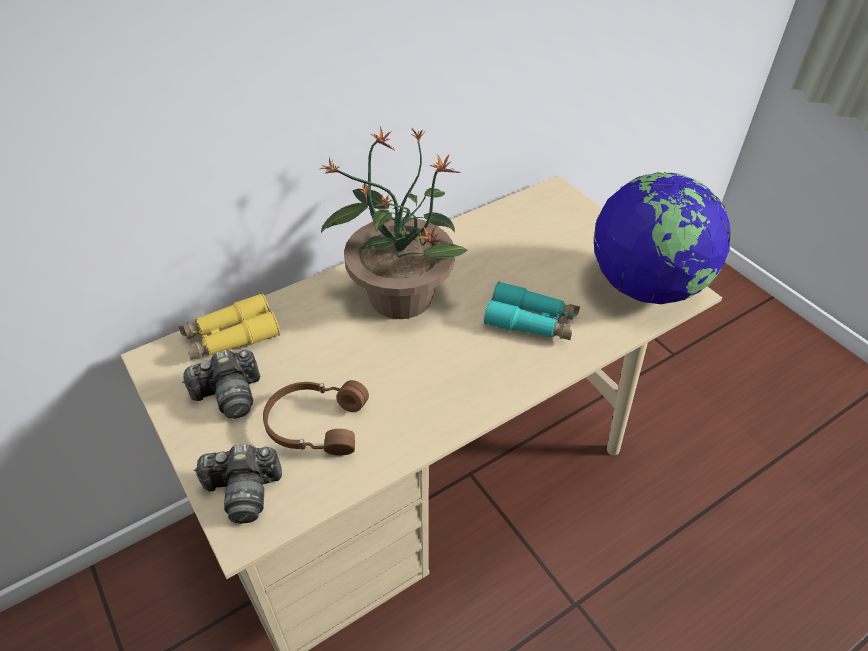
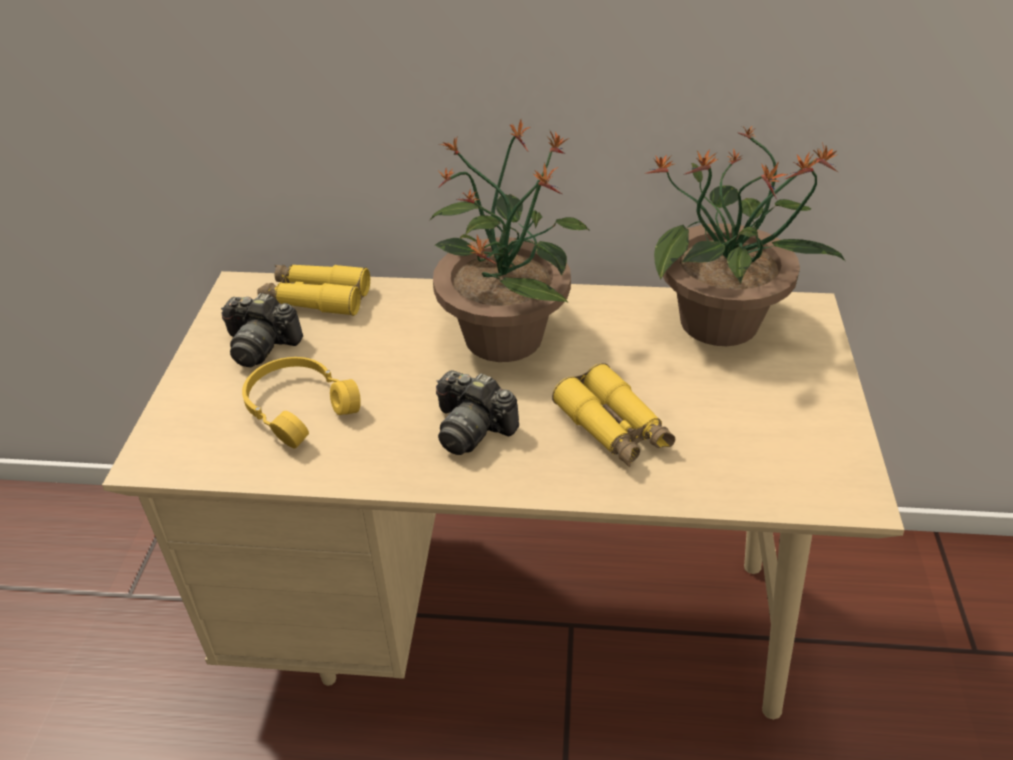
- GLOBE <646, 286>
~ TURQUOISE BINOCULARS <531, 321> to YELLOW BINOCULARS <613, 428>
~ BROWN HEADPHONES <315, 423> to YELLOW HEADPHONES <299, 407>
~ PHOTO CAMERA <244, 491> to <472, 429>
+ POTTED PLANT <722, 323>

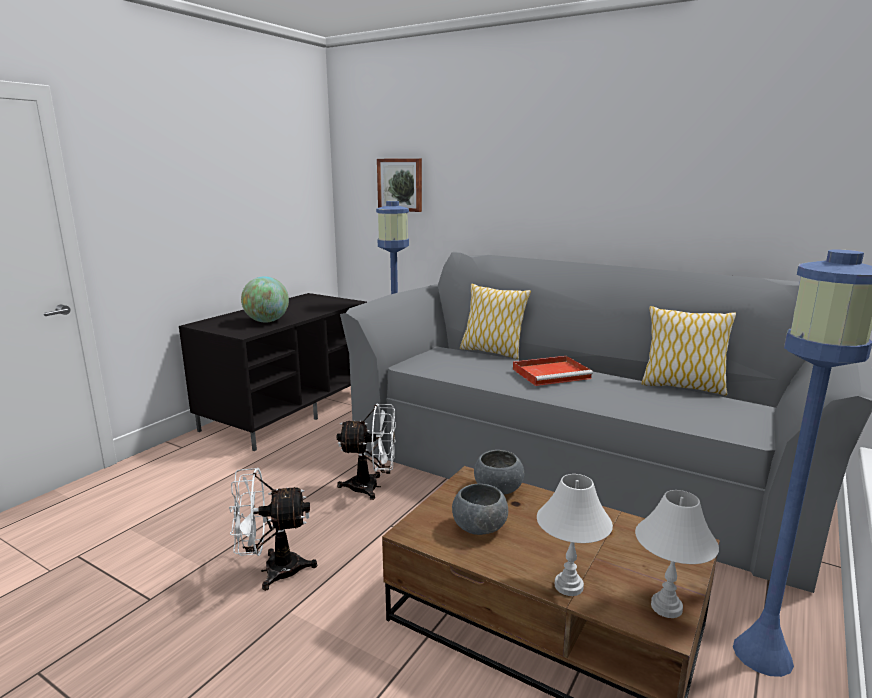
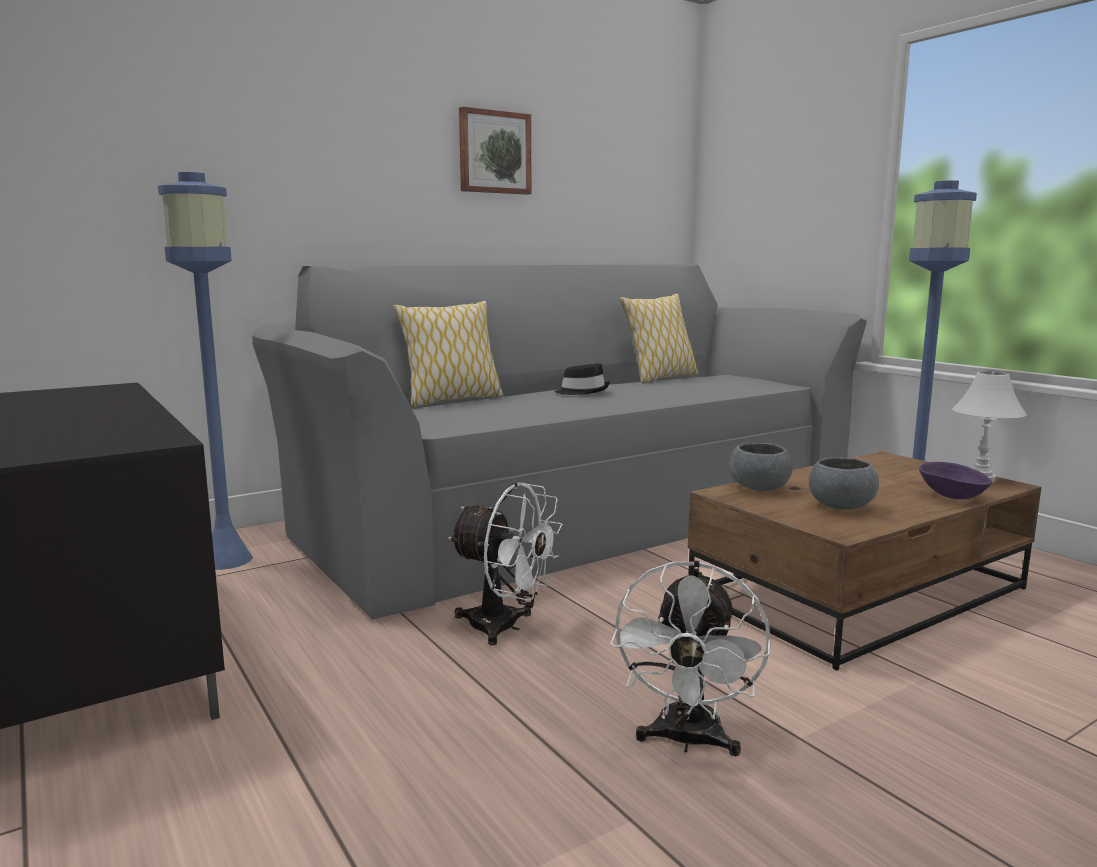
~ PICTURE <400, 184> to <494, 152>
- GLOBE <267, 321>
~ RED TRAY <552, 373> to BLACK HAT <583, 391>
~ WHITE FAN <372, 487> = <505, 627> 90 degrees clockwise
~ WHITE TABLE LAMP <568, 586> to PURPLE BOWL <952, 497>

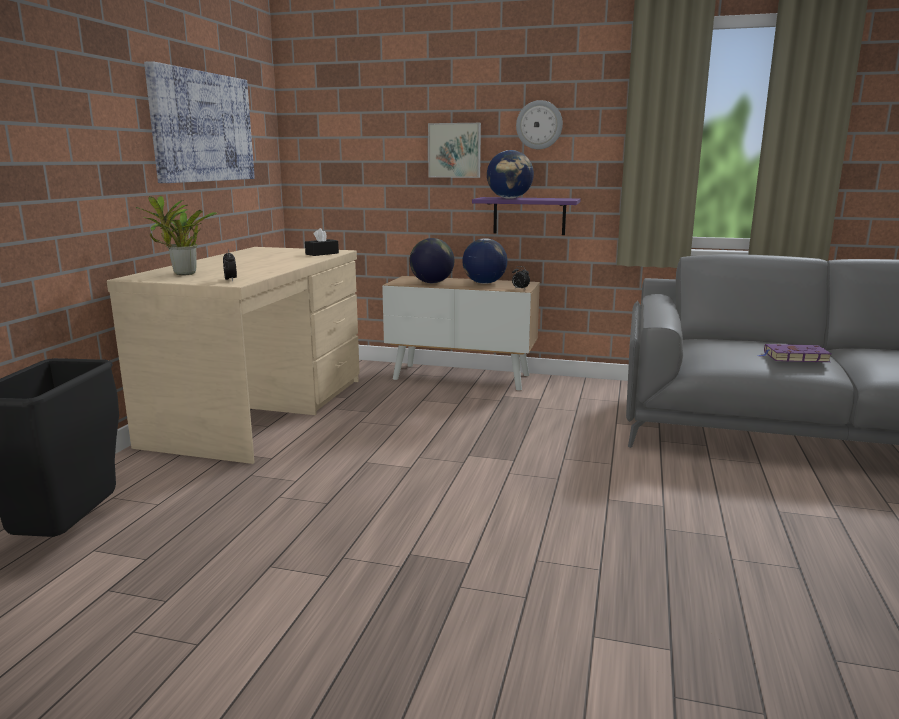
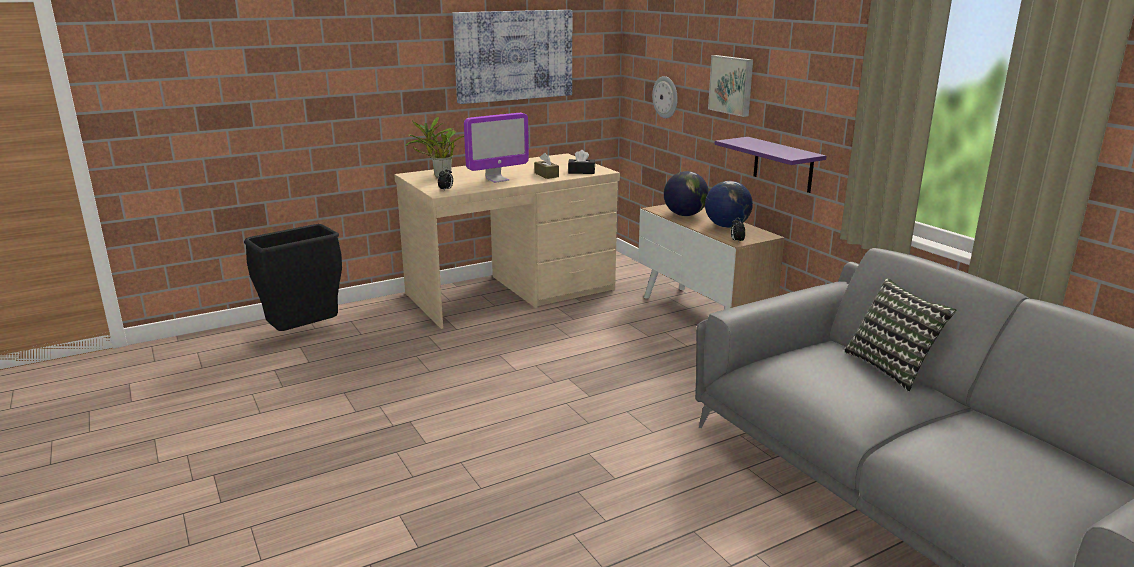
~ WALL CLOCK <539, 125> to <666, 97>
- GLOBE <509, 198>
- PURPLE BOOK <794, 357>
+ MONITOR <497, 179>
+ BROWN TISSUE BOX <546, 175>
+ PILLOW <891, 367>

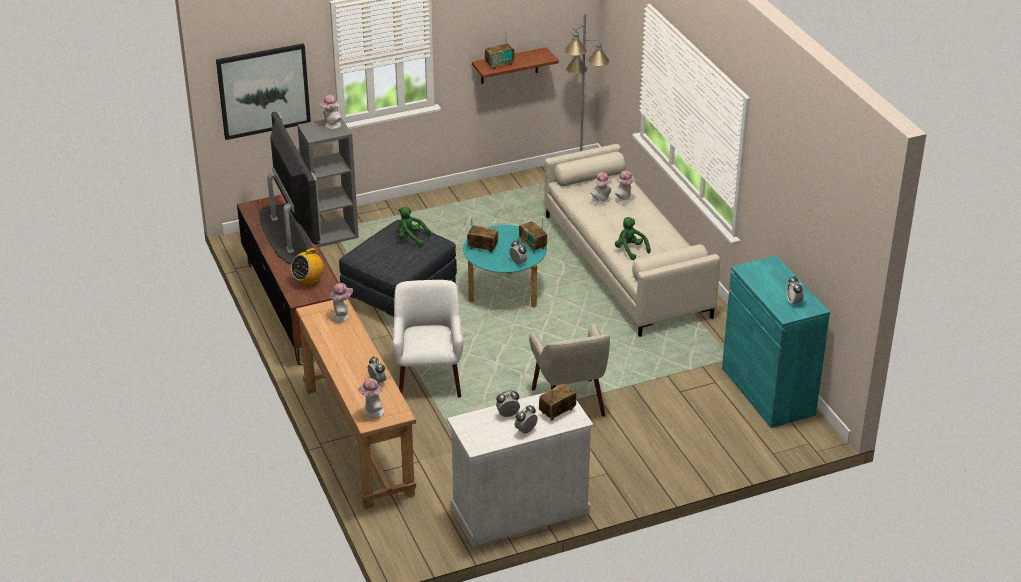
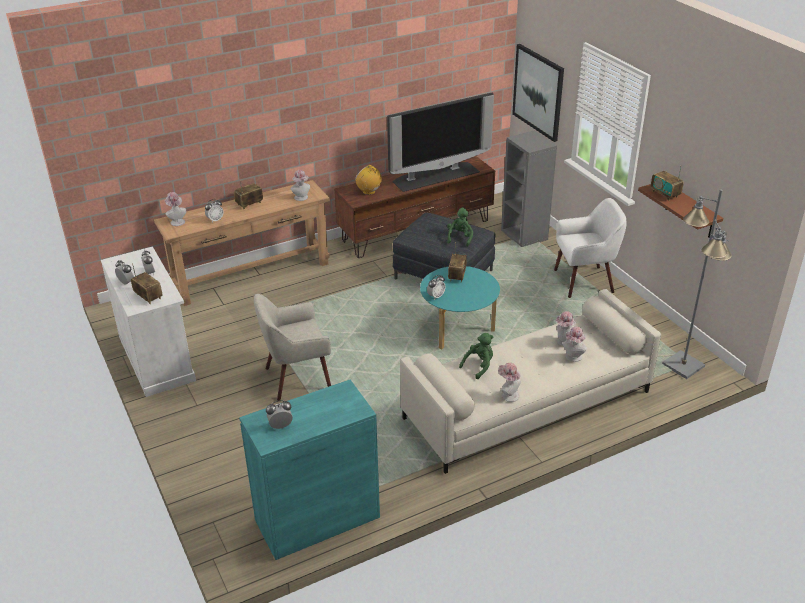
~ HAT <331, 126> to <508, 395>
~ RADIO <533, 245> to <249, 204>
~ WHITE ARMCHAIR <429, 380> to <584, 281>

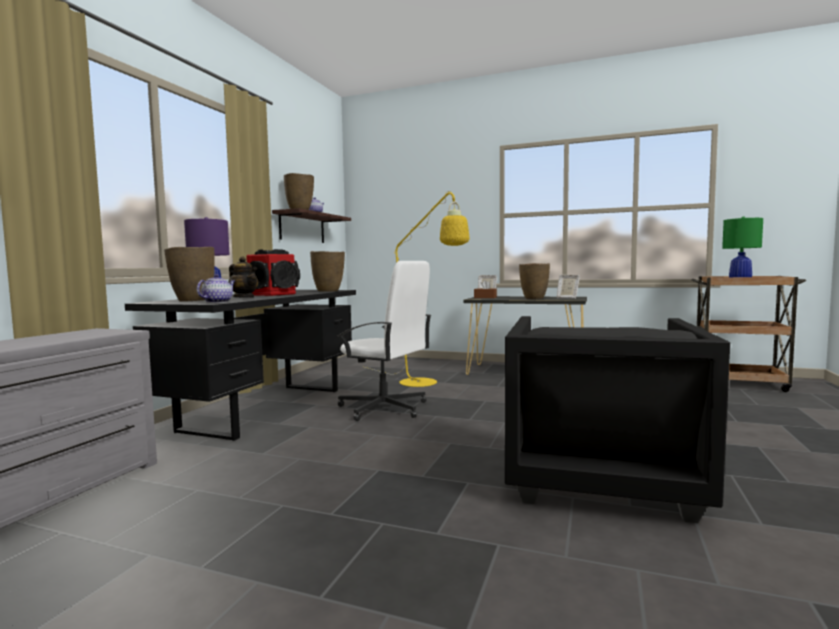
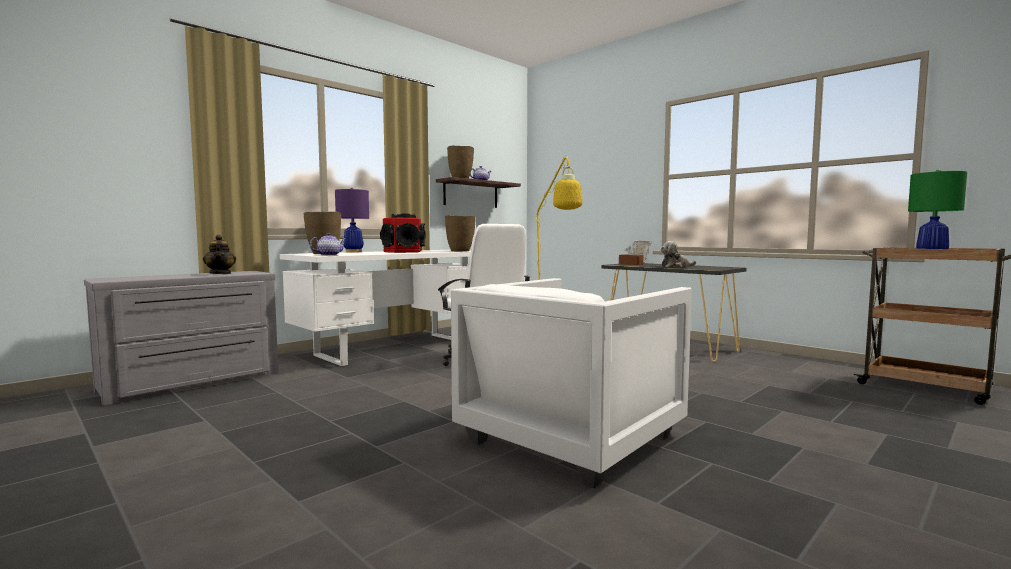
~ TEAPOT <244, 297> to <220, 273>
~ BROWN VASE <534, 298> to PLUSH TOY <676, 266>
- PICTURE FRAME <567, 298>
~ BLACK DESK <266, 408> to WHITE DESK <395, 348>
~ BLACK ARMCHAIR <598, 476> to WHITE ARMCHAIR <571, 438>

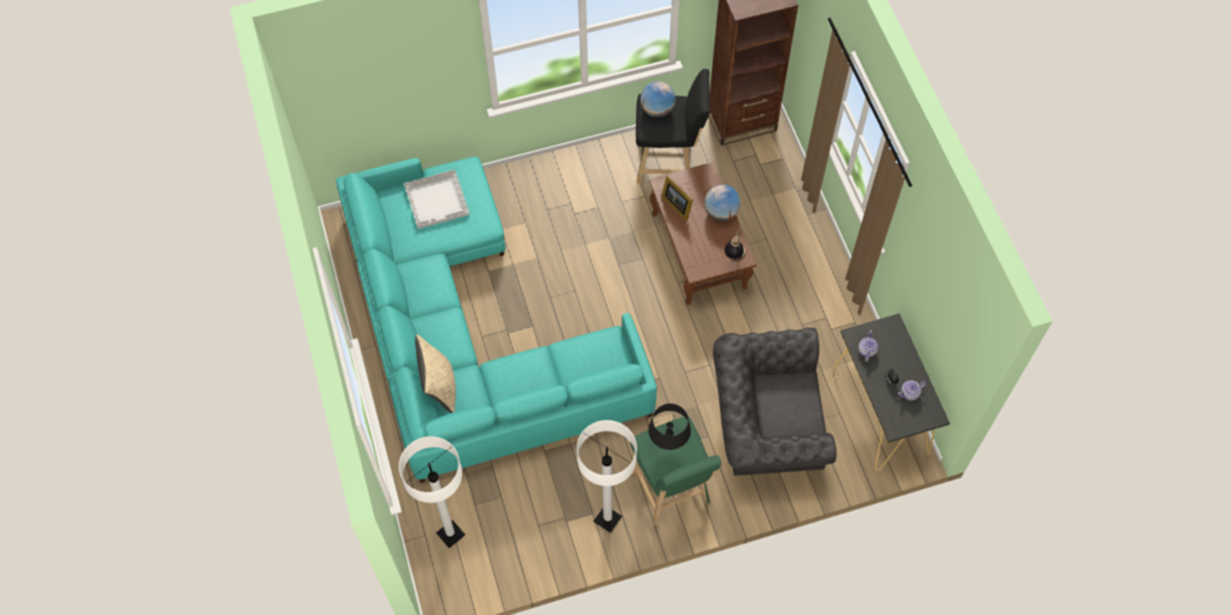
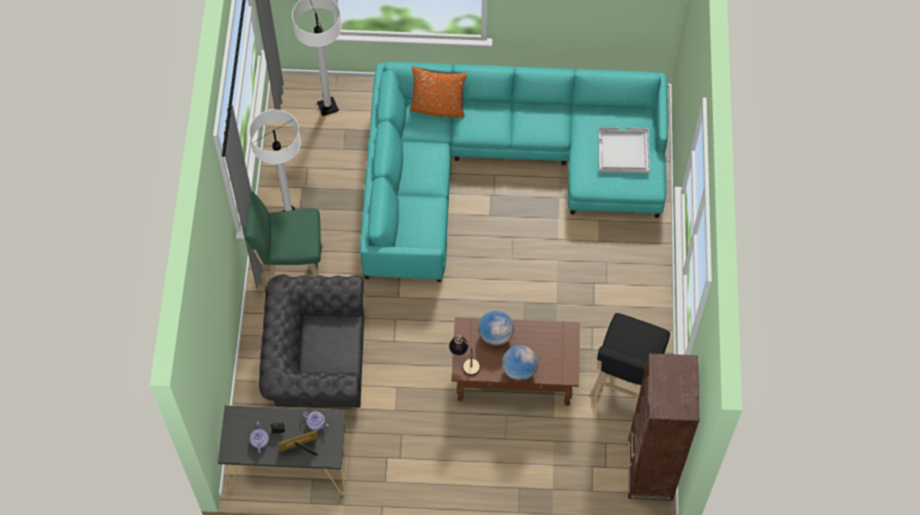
~ GLOBE <657, 109> to <495, 335>
~ PICTURE FRAME <677, 204> to <301, 448>
~ GREY ARMCHAIR <765, 426> = <316, 364> 105 degrees counterclockwise
~ BEIGE PILLOW <440, 387> to ORANGE PILLOW <438, 107>
- BLACK TABLE LAMP <668, 441>

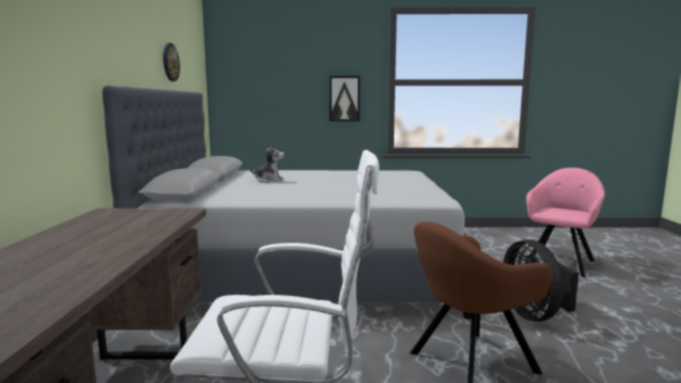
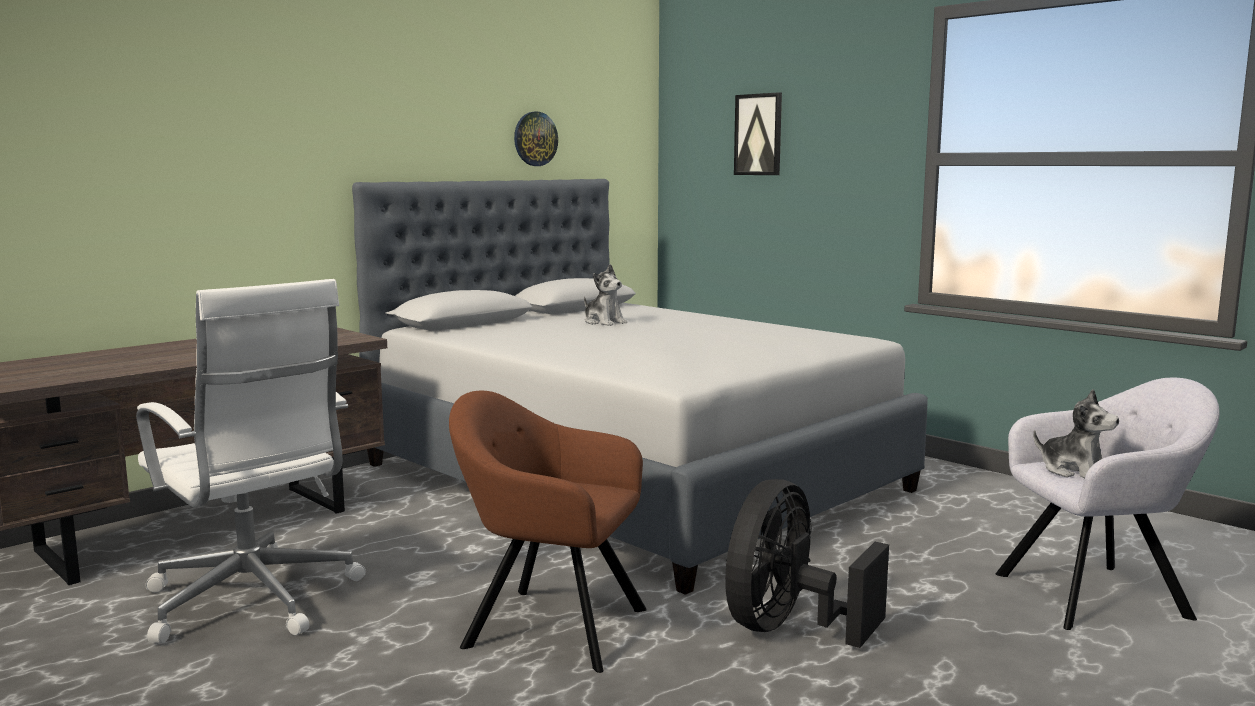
~ PICTURE <344, 98> to <758, 134>
~ PINK ARMCHAIR <560, 262> to GREY ARMCHAIR <1098, 595>
+ PLUSH TOY <1074, 471>

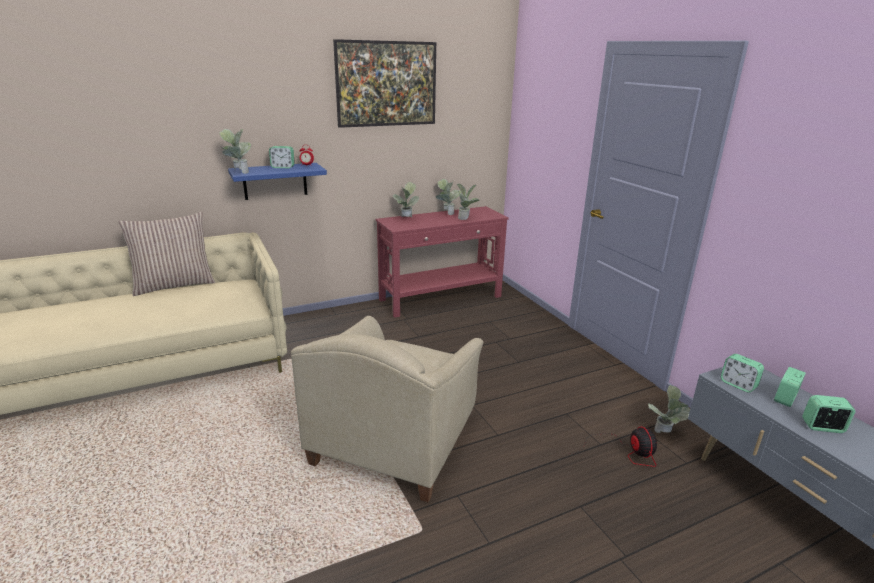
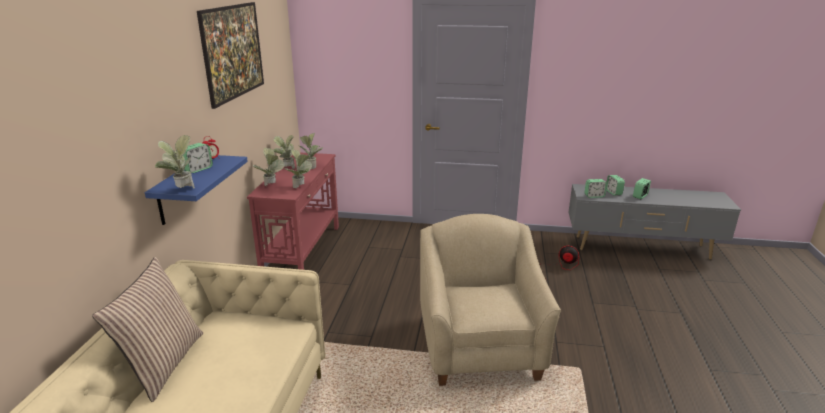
~ BEIGE ARMCHAIR <395, 441> = <480, 347> 150 degrees counterclockwise
~ POTTED PLANT <664, 434> to <301, 187>

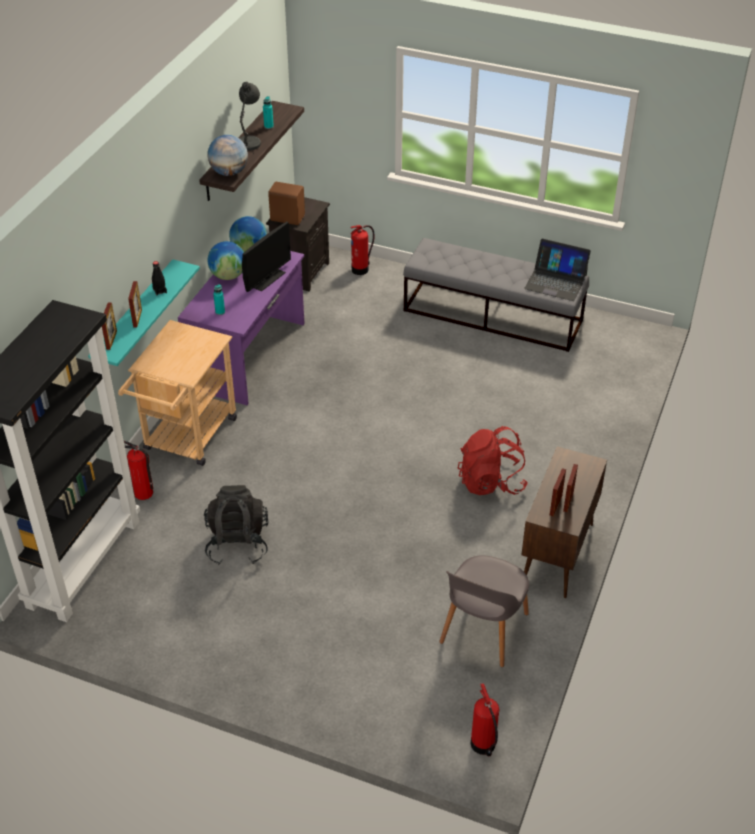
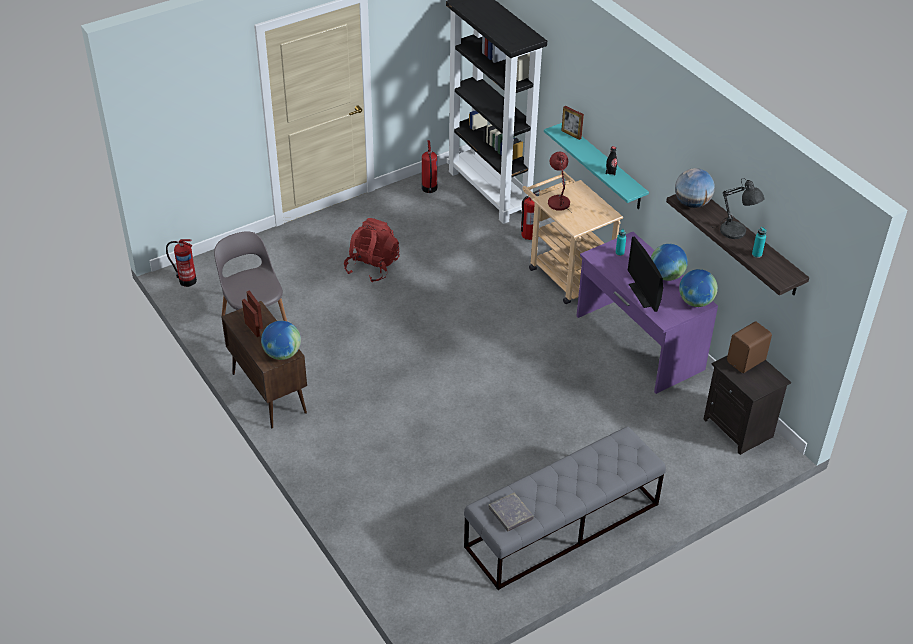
~ FIRE EXTINGUISHER <361, 269> to <429, 189>
~ LAPTOP <556, 281> to GREY BOOK <510, 514>
- PICTURE FRAME <137, 318>
~ RED BACKPACK <491, 482> to <372, 267>
- BLACK BACKPACK <237, 543>
+ RED TABLE LAMP <558, 201>
+ GLOBE <282, 354>

